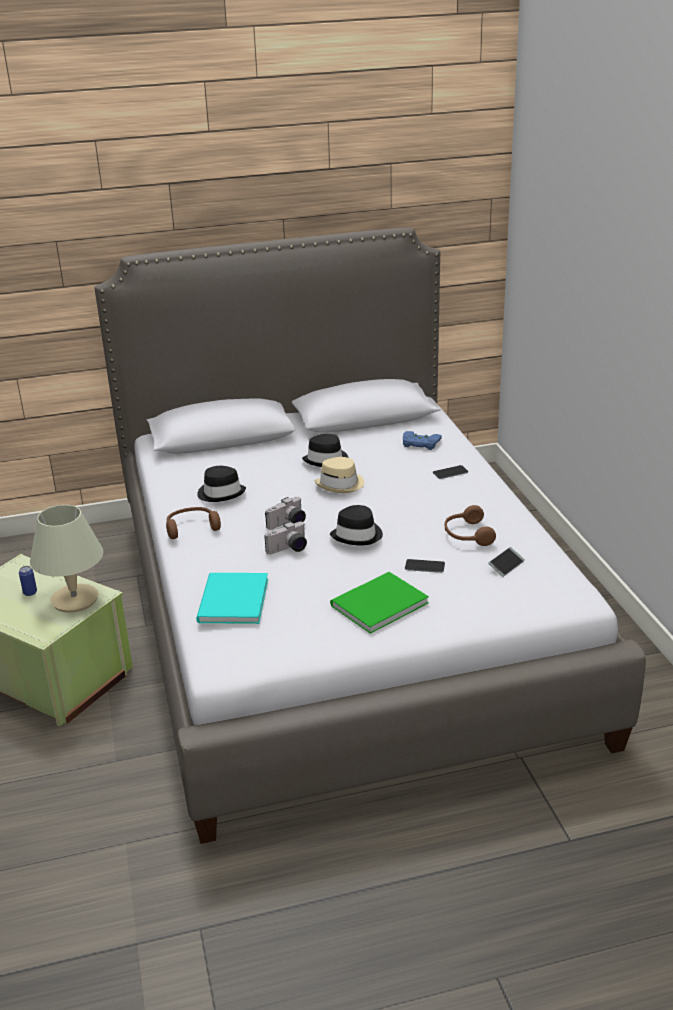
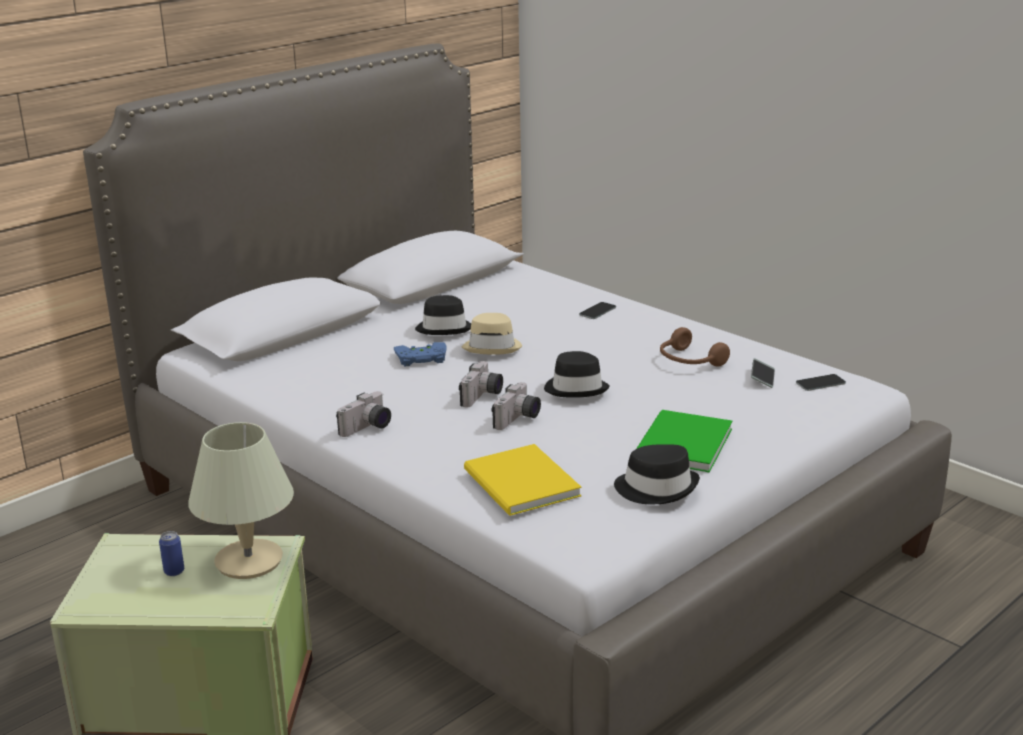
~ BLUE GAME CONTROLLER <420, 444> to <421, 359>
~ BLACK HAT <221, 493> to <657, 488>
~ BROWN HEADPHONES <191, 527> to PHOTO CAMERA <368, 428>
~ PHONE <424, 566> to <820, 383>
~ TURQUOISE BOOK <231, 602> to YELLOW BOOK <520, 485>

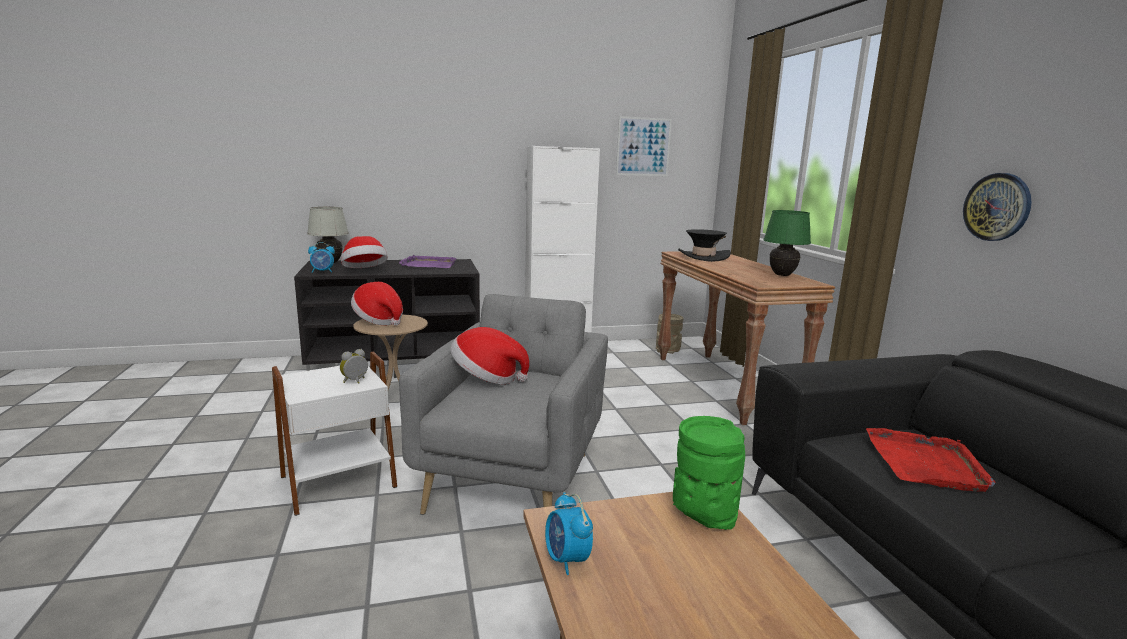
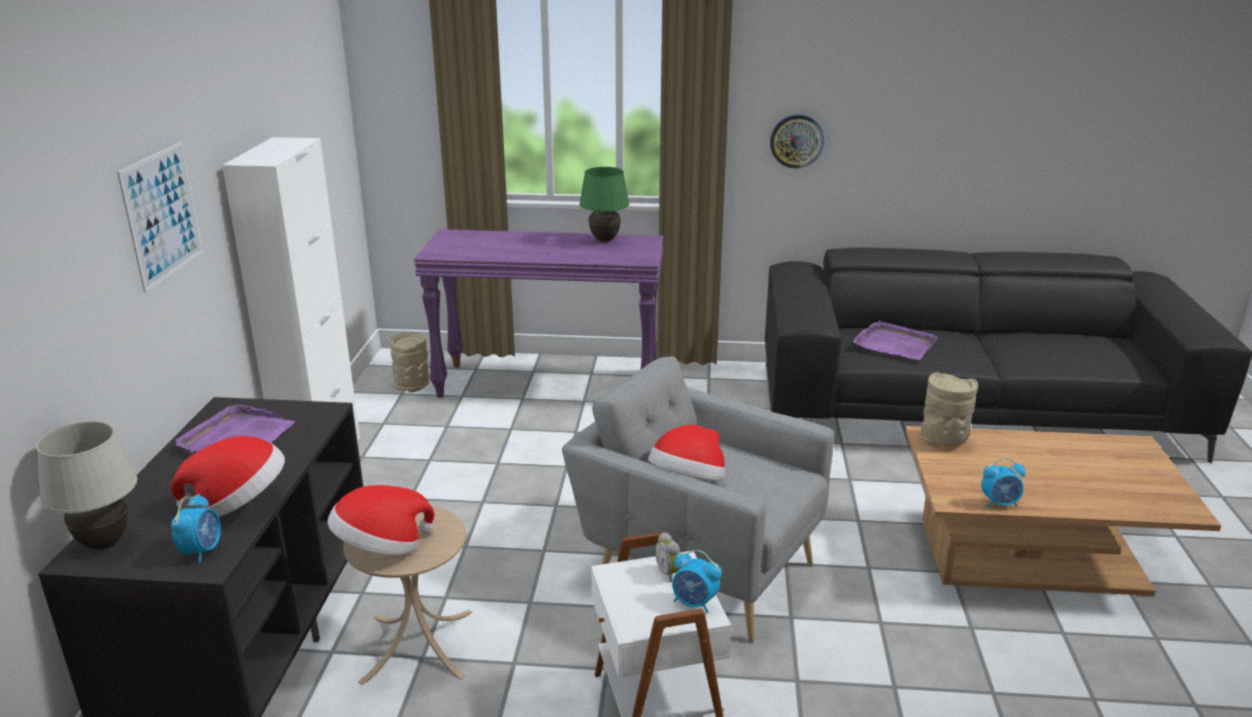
~ PICTURE <643, 146> to <162, 215>
- BLACK HAT <703, 257>
~ BROWN CONSOLE TABLE <724, 385> to PURPLE CONSOLE TABLE <548, 384>
~ GREEN VASE <702, 513> to BEIGE VASE <943, 441>
~ RED TRAY <926, 463> to PURPLE TRAY <894, 344>
+ ALARM CLOCK <694, 603>

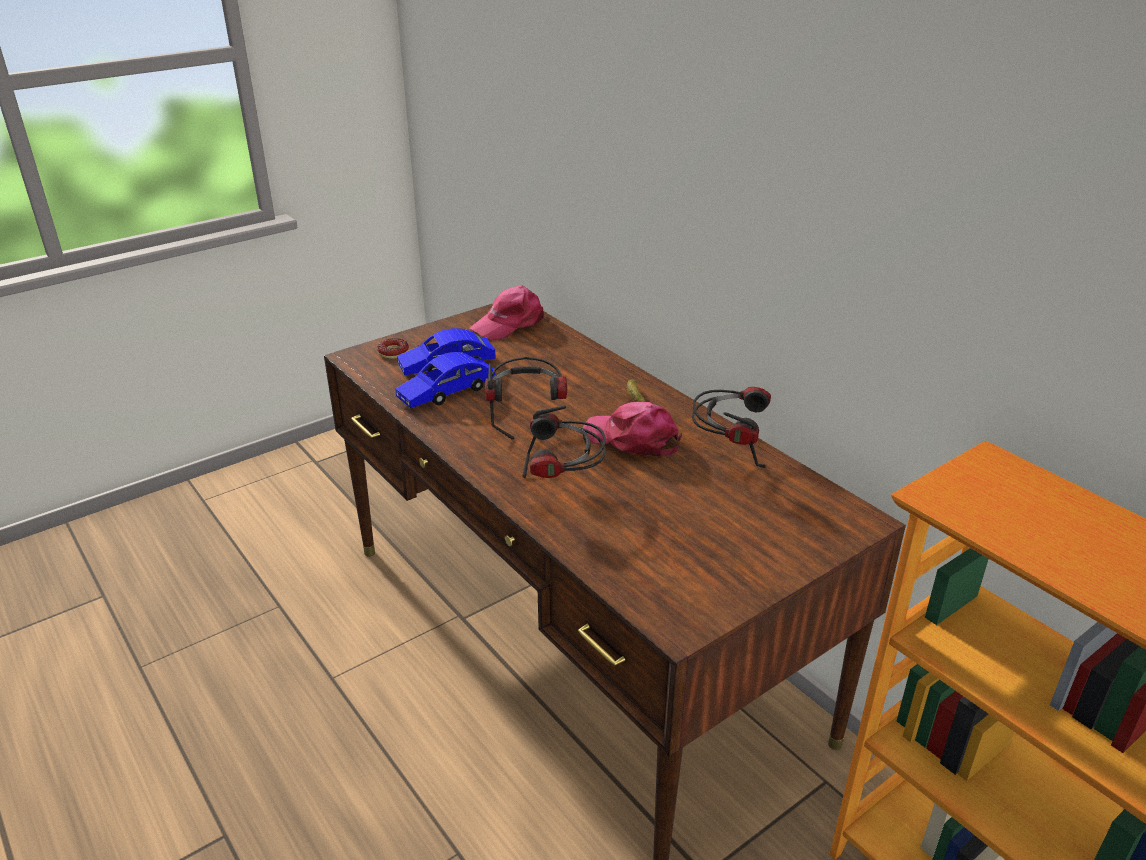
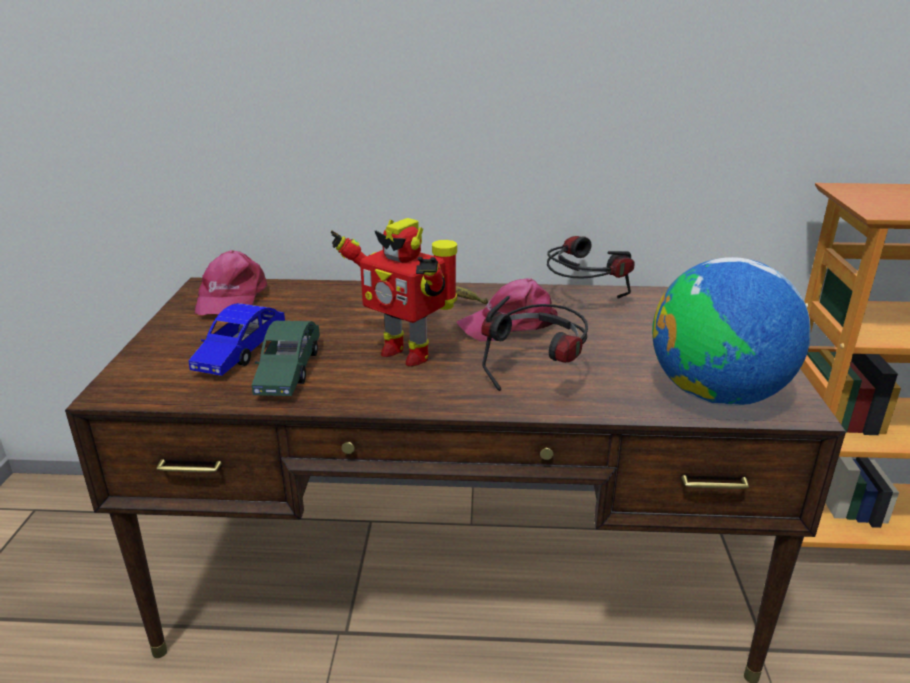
- DONUT <393, 352>
~ BLUE TOY CAR <447, 393> to GREEN TOY CAR <289, 371>
~ HEADPHONES <527, 419> to TOY ROBOT <406, 352>
+ GLOBE <717, 395>

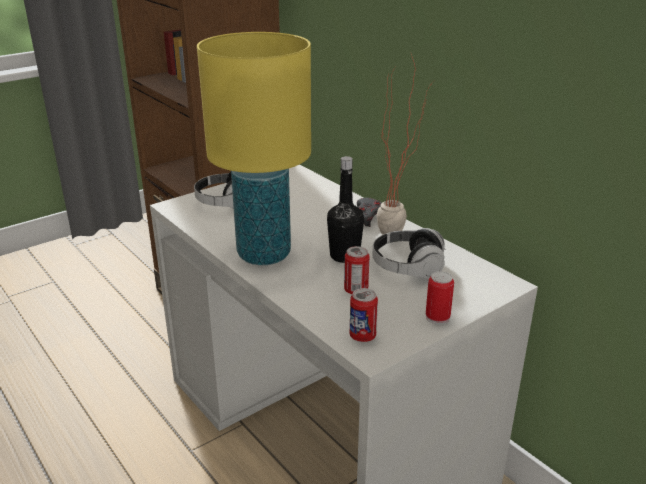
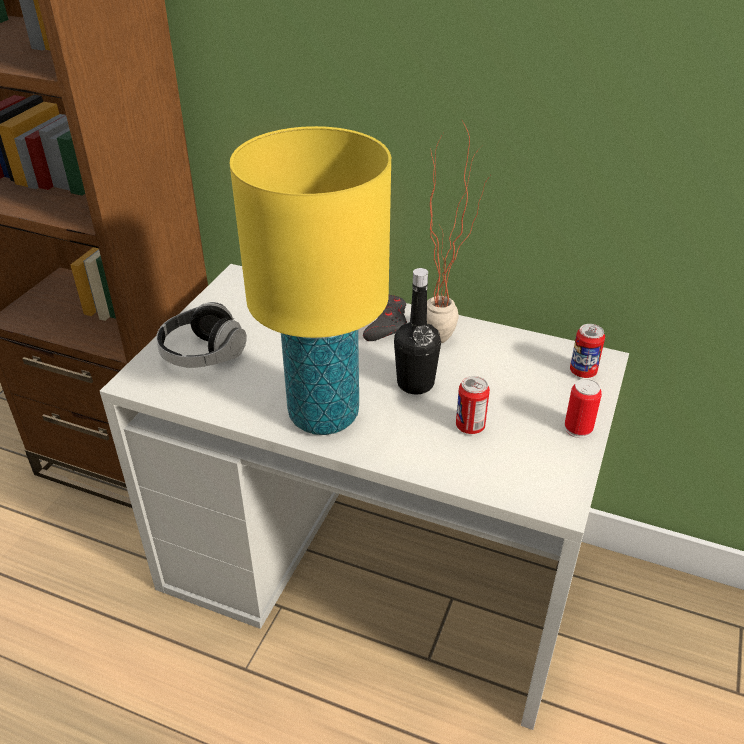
- HEADPHONES <407, 267>
~ CAN <362, 336> to <583, 372>

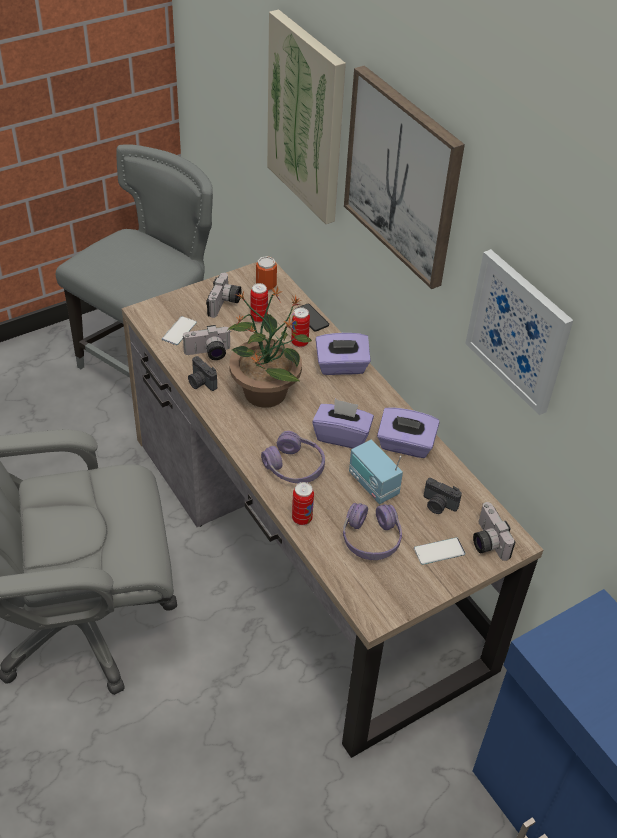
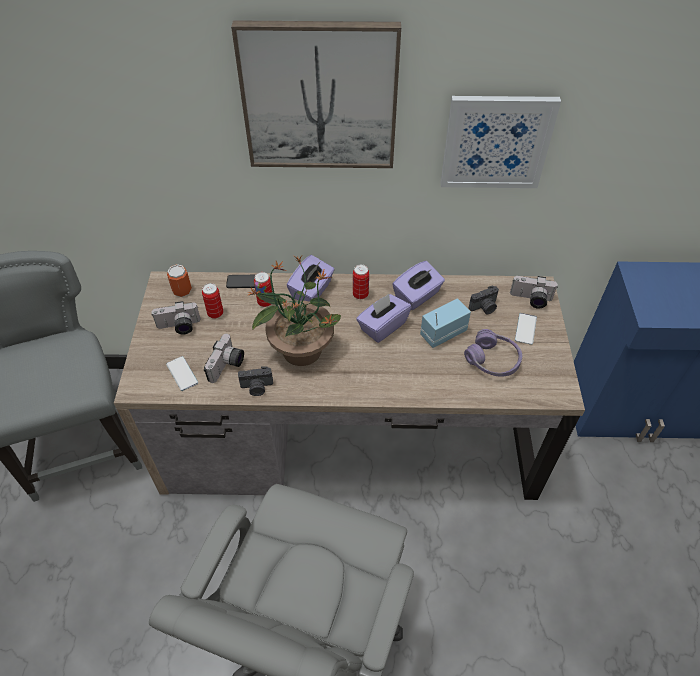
- PICTURE <307, 118>
~ PHOTO CAMERA <225, 304> = <179, 327> 120 degrees clockwise
- PURPLE HEADPHONES <294, 467>
~ RADIO <373, 485> = <442, 333> 150 degrees clockwise
~ CAN <302, 518> to <360, 294>

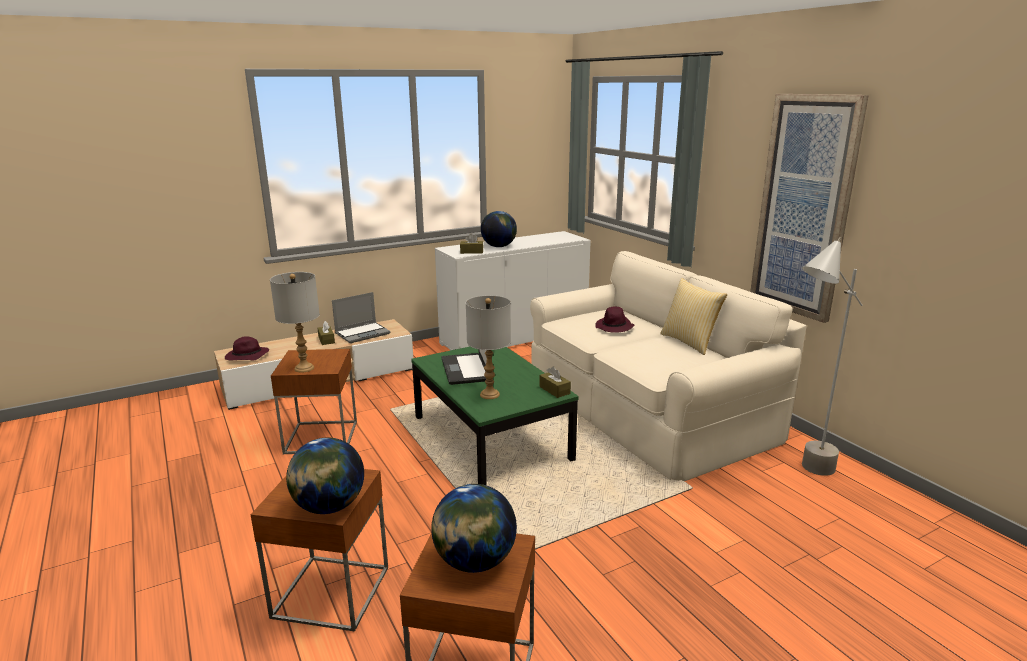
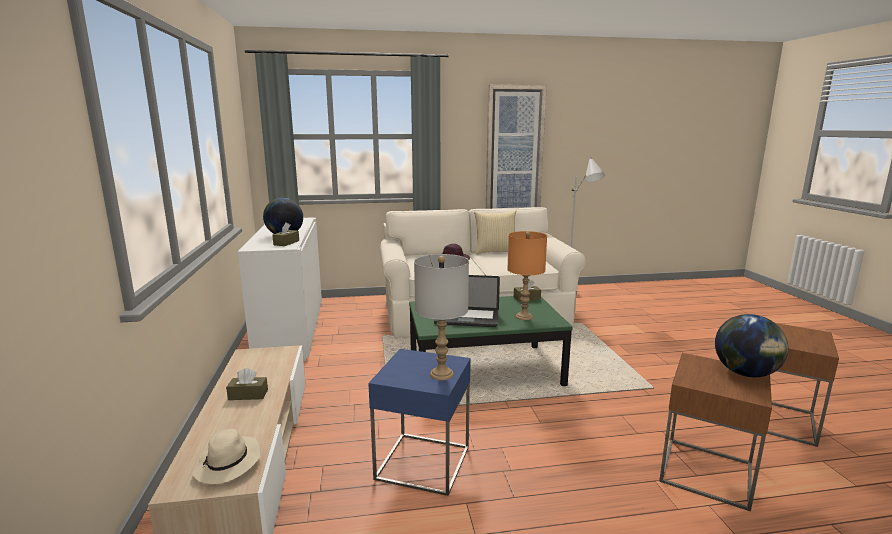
- LAPTOP <363, 333>
~ GREY TABLE LAMP <490, 394> to ORANGE TABLE LAMP <524, 316>
~ PURPLE HAT <246, 357> to BEIGE HAT <228, 464>
~ BROWN SIDE TABLE <321, 437> to BLUE SIDE TABLE <423, 462>
- GLOBE <474, 562>

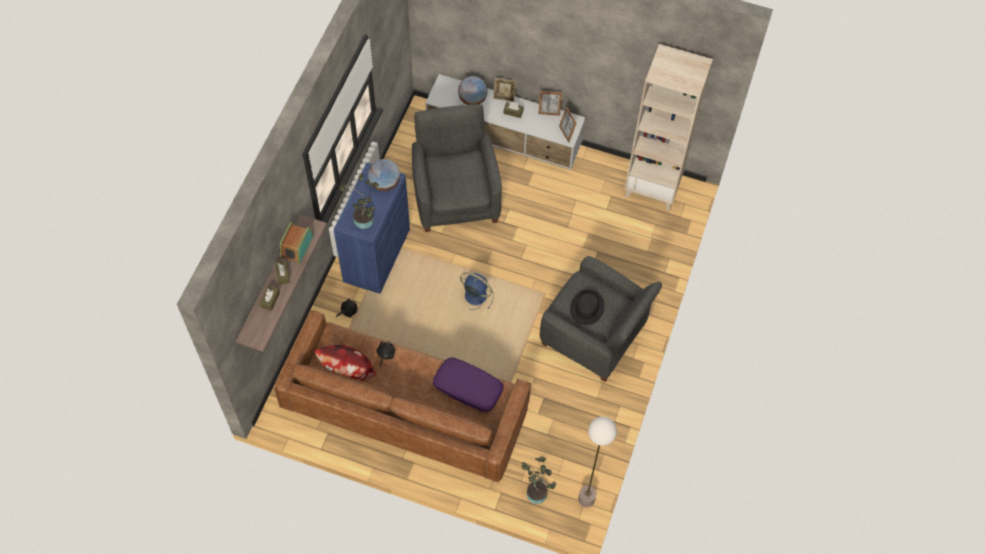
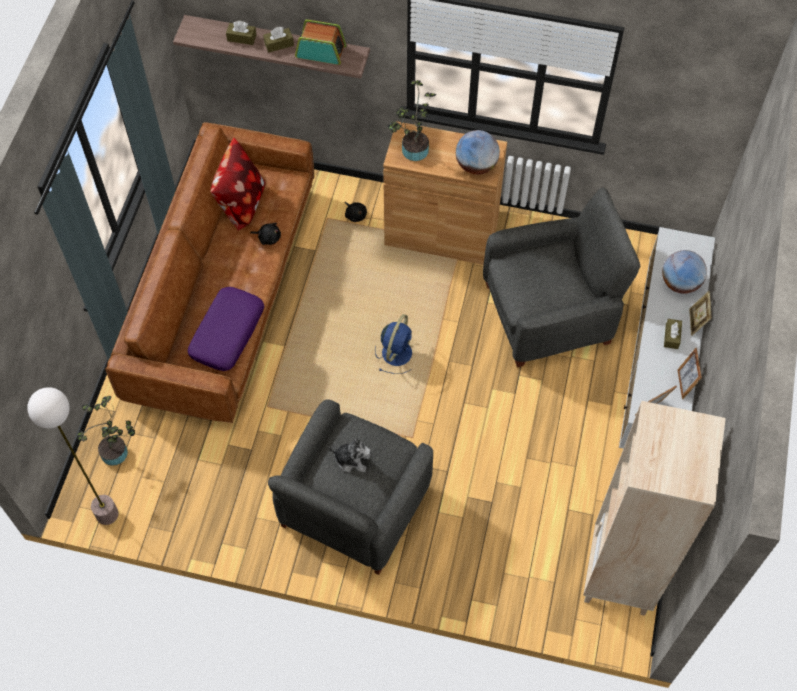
~ BLUE CABINET <376, 255> to BROWN CABINET <441, 234>
~ BLACK HAT <586, 308> to PLUSH TOY <352, 459>

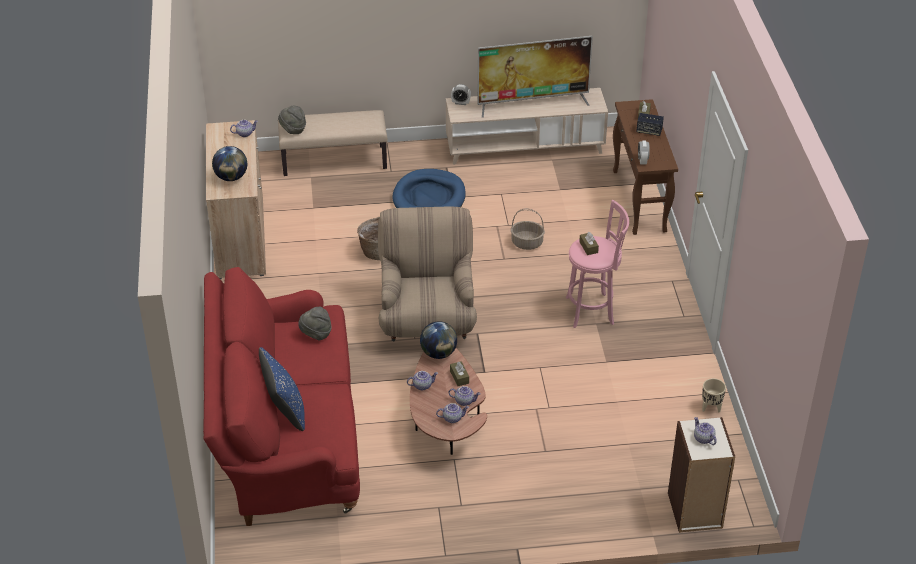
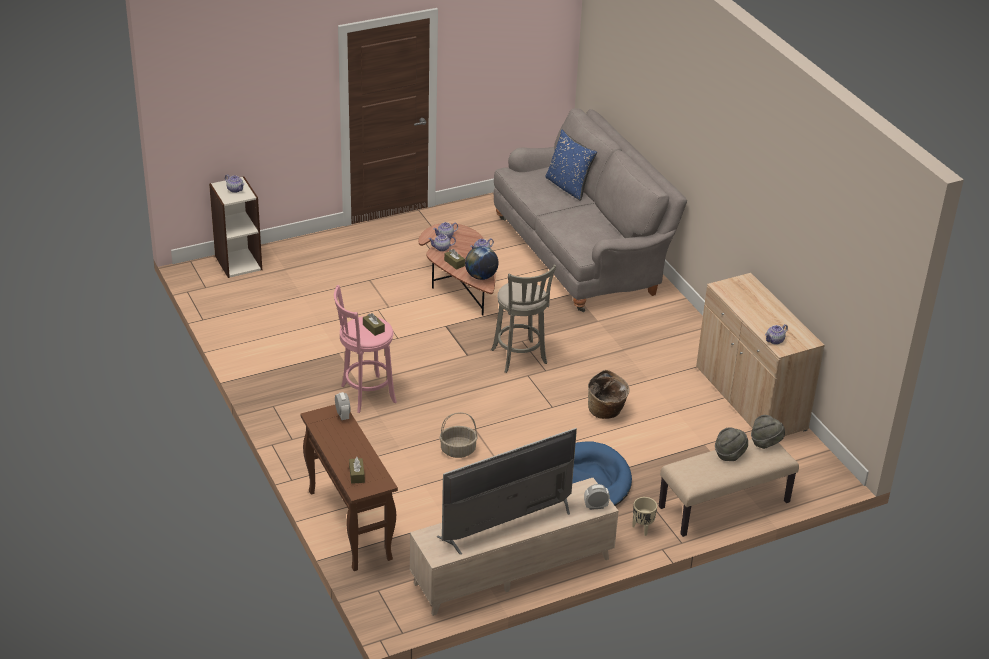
- SPEAKER <649, 131>
- GLOBE <231, 177>
~ BEIGE ARMCHAIR <427, 319> to GREY STOOL <520, 358>
~ RED SOFA <285, 437> to GREY SOFA <581, 254>
~ GREY HAT <316, 334> to <729, 454>
~ BEIGE PLANTER <711, 408> to <642, 528>

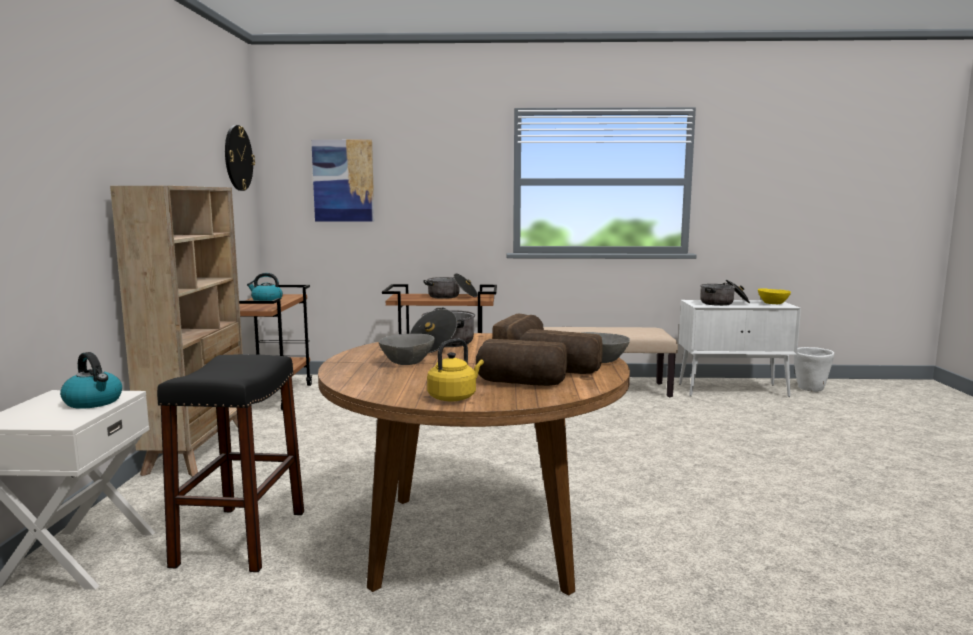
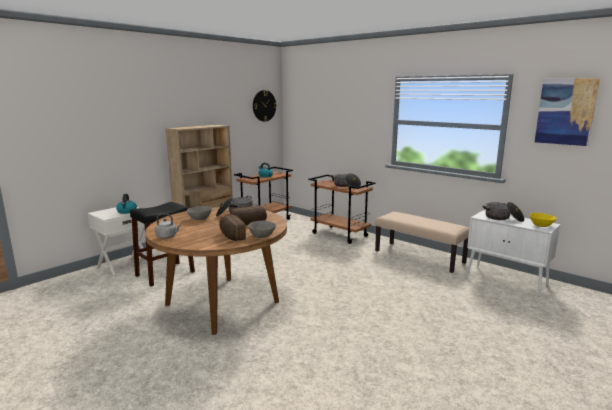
~ PICTURE <343, 181> to <565, 111>
~ YELLOW KETTLE <454, 397> to GREY KETTLE <167, 237>
- BREAD <520, 383>
- WHITE PLANTER <810, 389>

